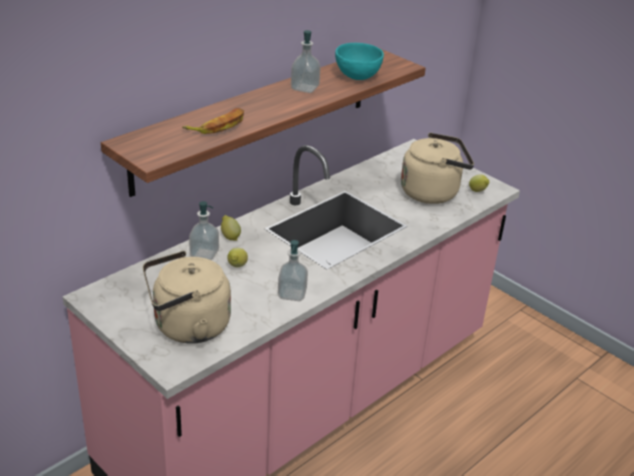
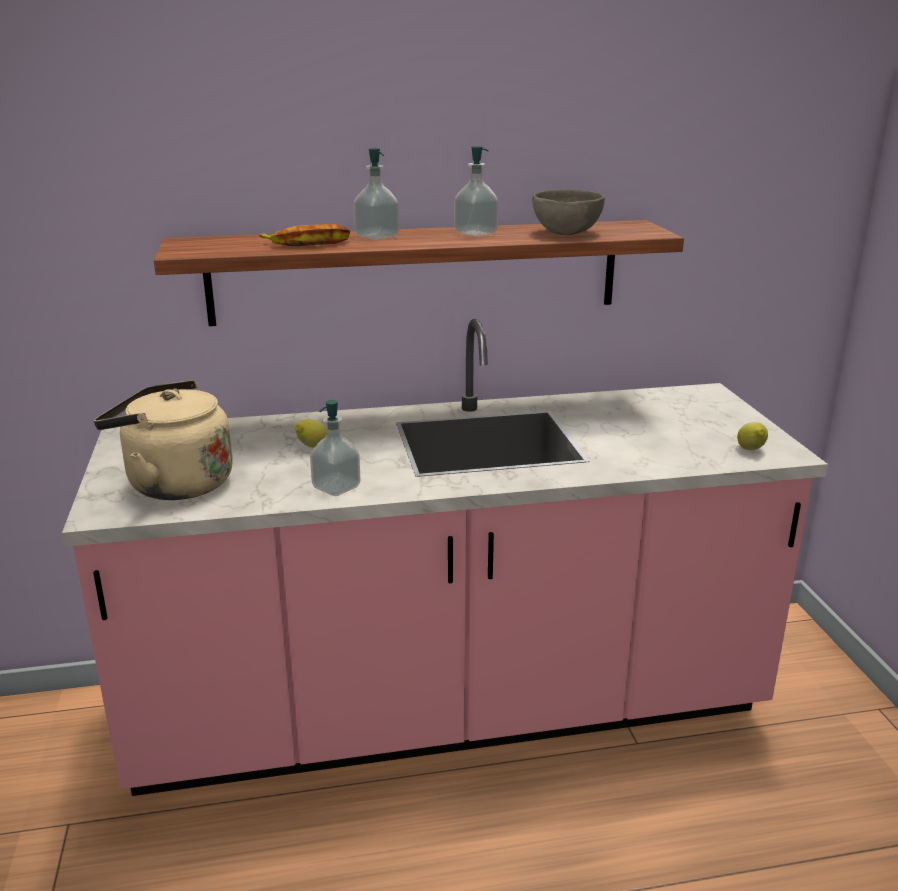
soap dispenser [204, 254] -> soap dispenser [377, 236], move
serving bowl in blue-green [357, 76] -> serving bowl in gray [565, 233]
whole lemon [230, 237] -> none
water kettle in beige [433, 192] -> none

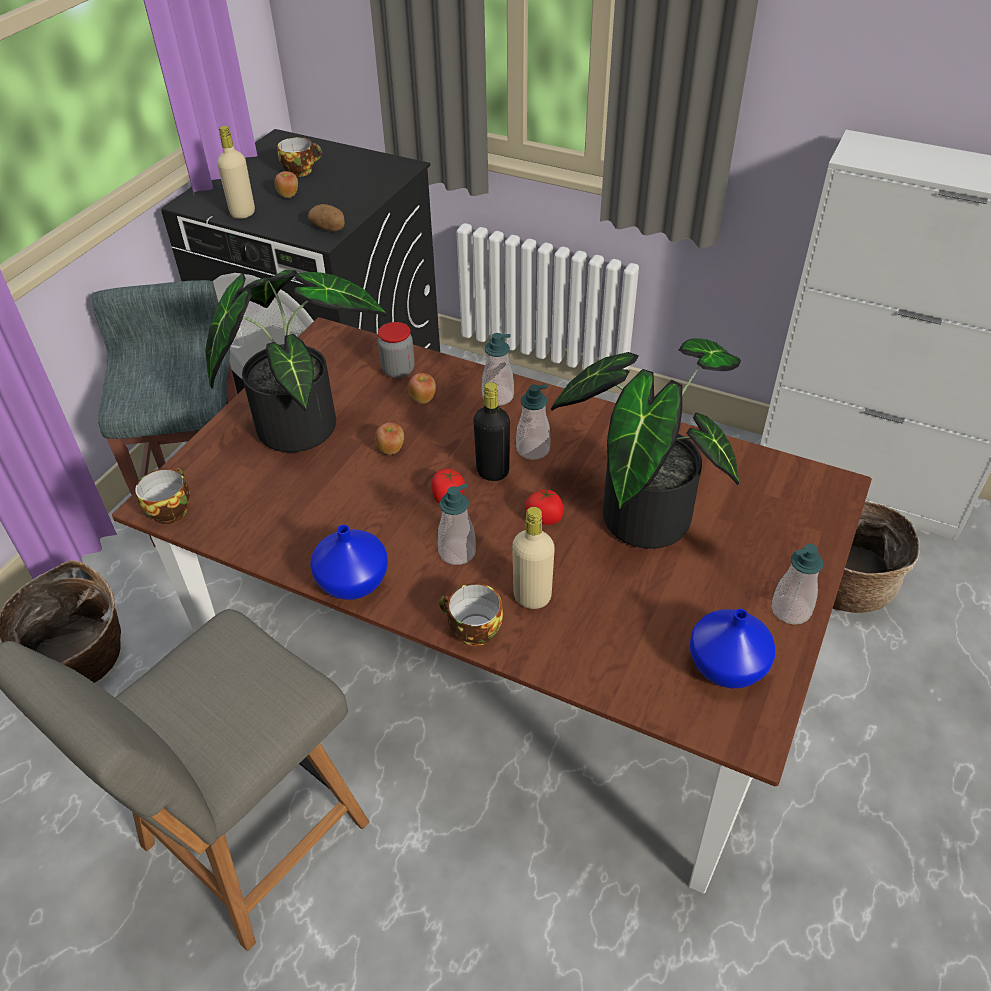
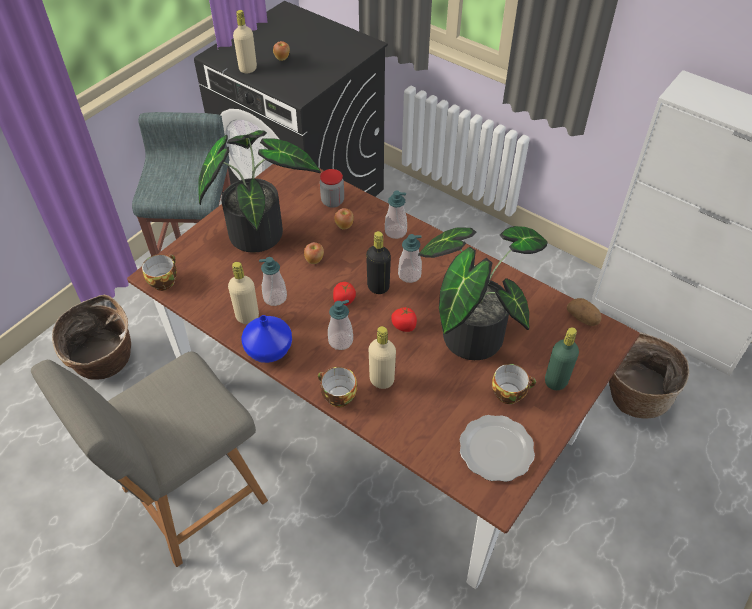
none -> drink bottle in beige [247, 317]
soap dispenser [790, 610] -> soap dispenser [275, 297], move
vase in bluish [727, 668] -> flat dish [496, 450]
cup [301, 170] -> cup [509, 392], move
none -> drink bottle in green [556, 381]
spud [329, 228] -> spud [583, 318], move

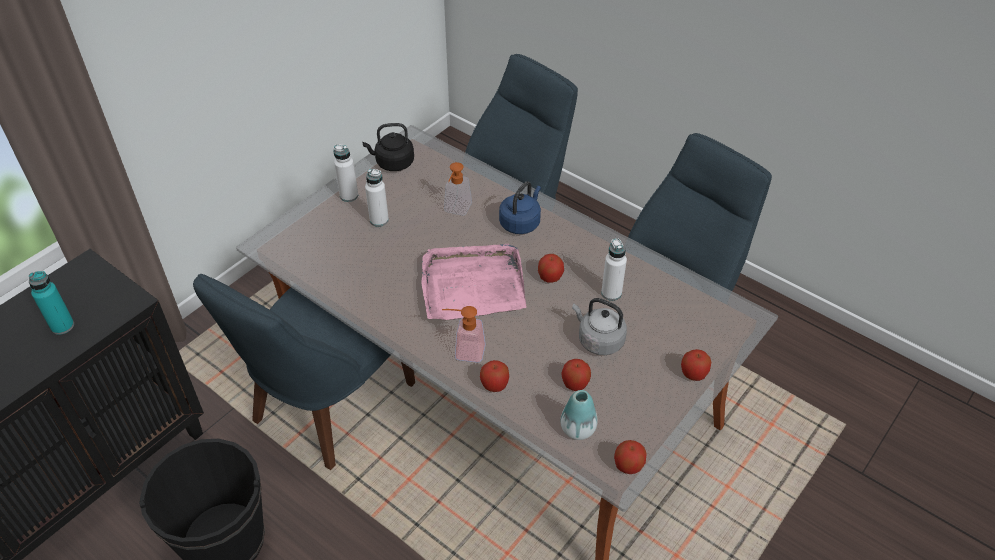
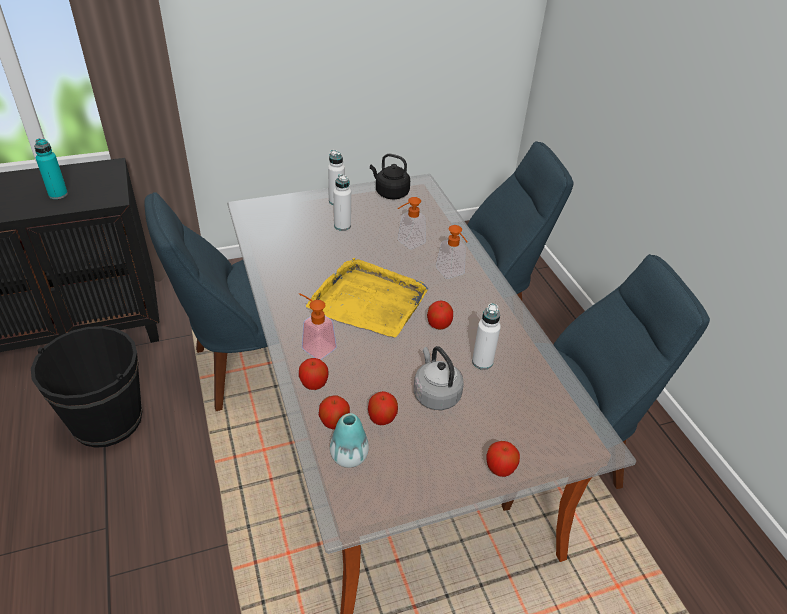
carrying tray in pink [472, 285] -> carrying tray in yellow [369, 301]
apple fruit [628, 465] -> apple fruit [334, 422], move
water kettle in bluish [521, 223] -> soap dispenser [452, 274]

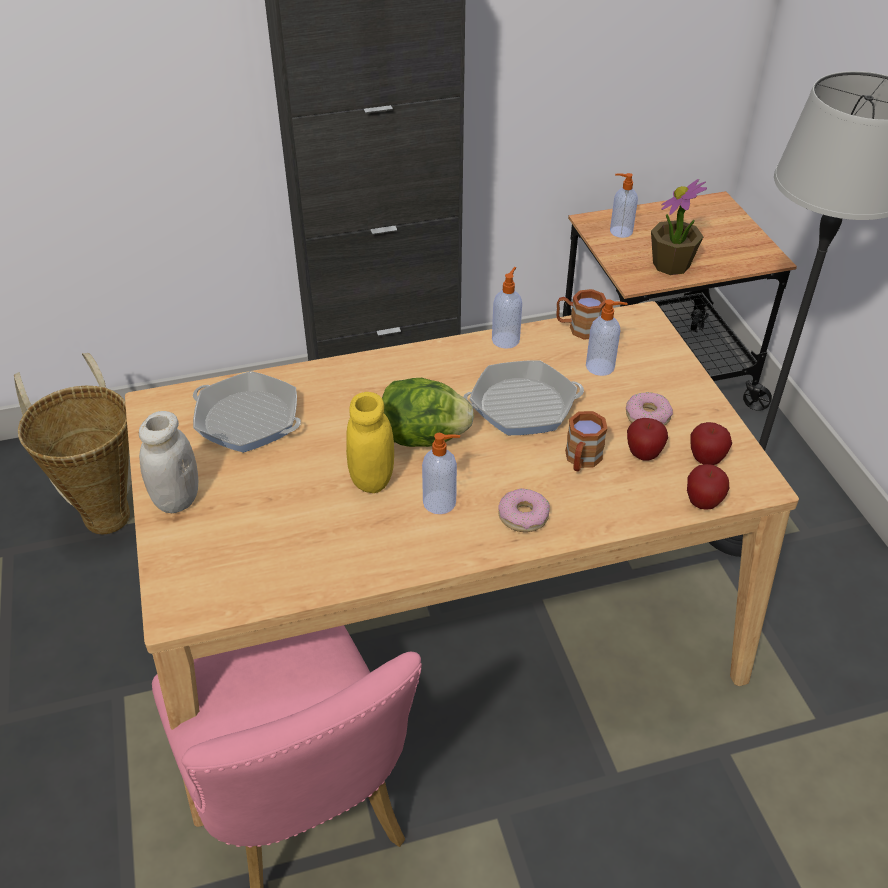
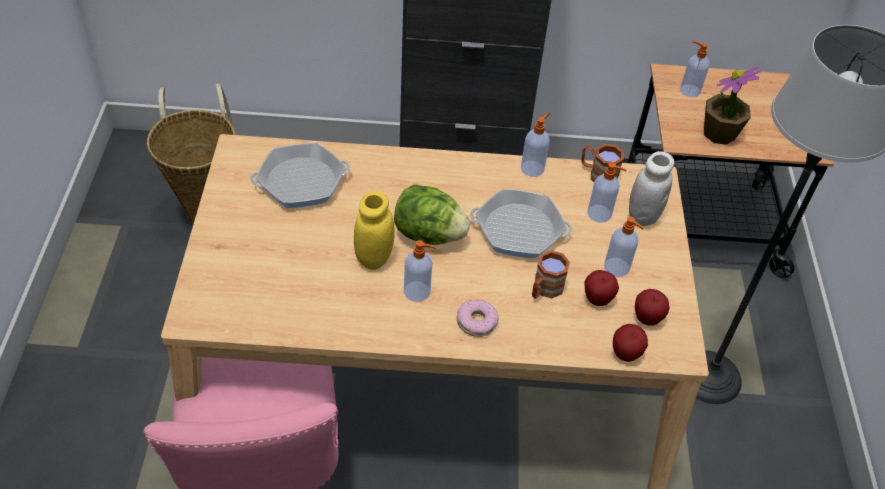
skillet [248, 419] -> skillet [301, 181], 60 degrees counterclockwise
donut [647, 416] -> soap dispenser [617, 268]
storage jar in white [177, 499] -> storage jar in white [643, 216], move

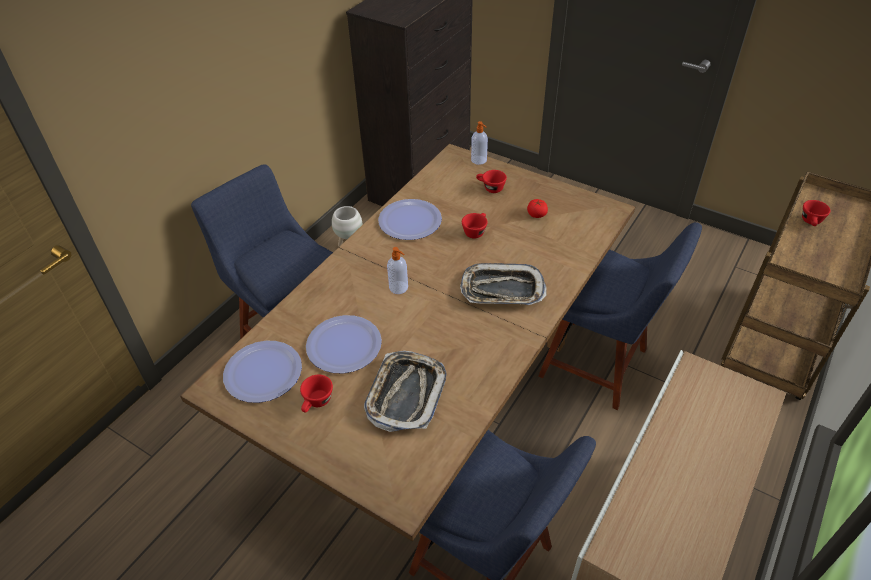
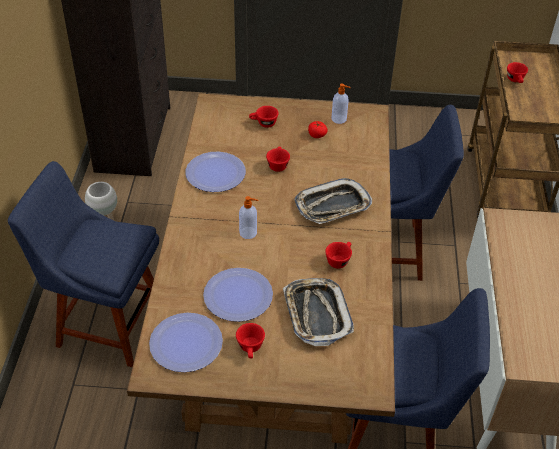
none -> cup in red-coloured [339, 260]
soap dispenser [479, 160] -> soap dispenser [339, 119], move

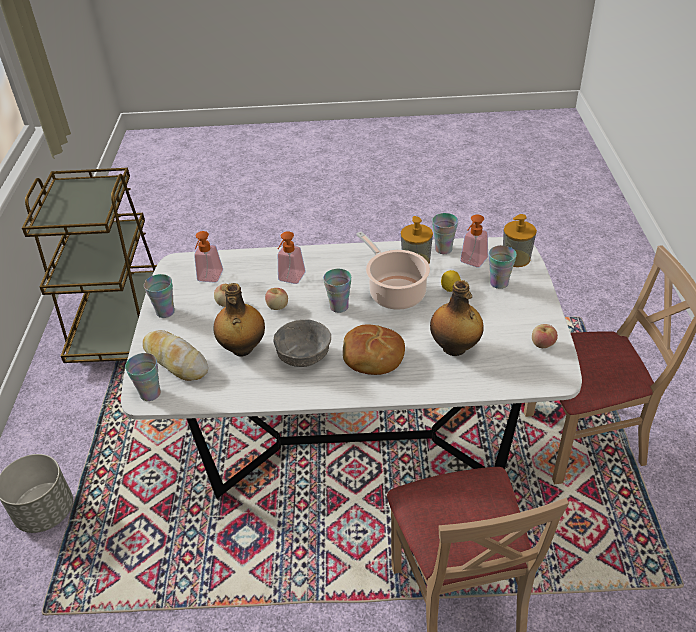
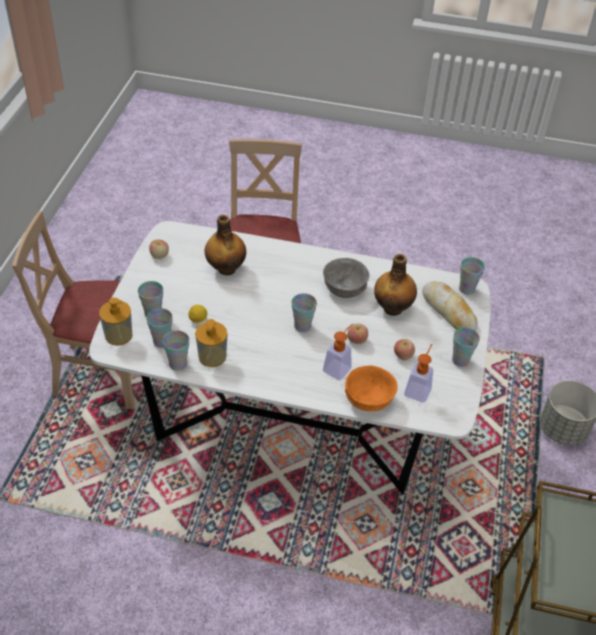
soap dispenser [471, 262] -> cup [162, 341]
none -> serving bowl in orange-coloured [368, 400]
baked bread [373, 357] -> none
cooking pot [395, 292] -> none

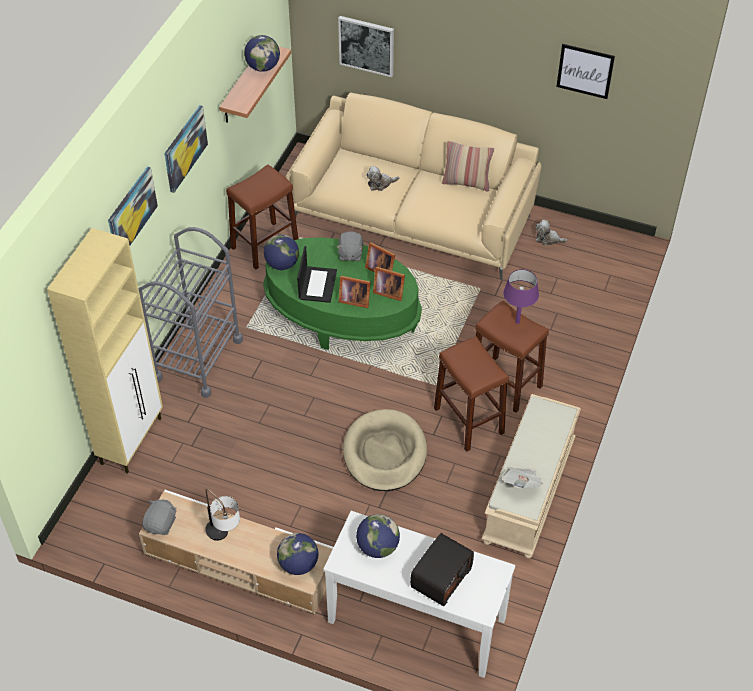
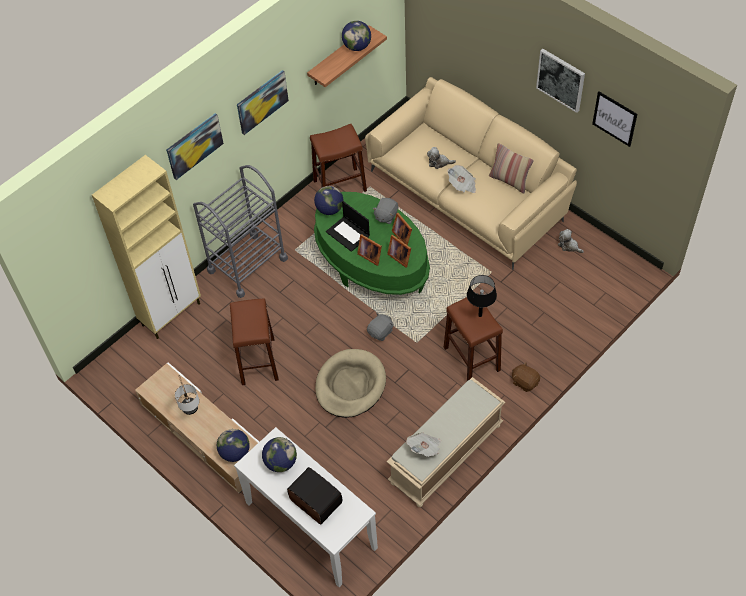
sitting stool in brownish [468, 420] -> sitting stool in brownish [258, 361], move
radio receiver [440, 577] -> radio receiver [315, 502], 105 degrees counterclockwise
notebook computer [317, 284] -> notebook computer [348, 234], 105 degrees clockwise
plush toy in gray [161, 524] -> plush toy in gray [380, 332], move
none -> printed paper [462, 185]
table lamp in purplish [517, 322] -> table lamp in blackish [480, 315]
none -> plush toy in brownish [525, 382]
picture [366, 45] -> picture [561, 79], move

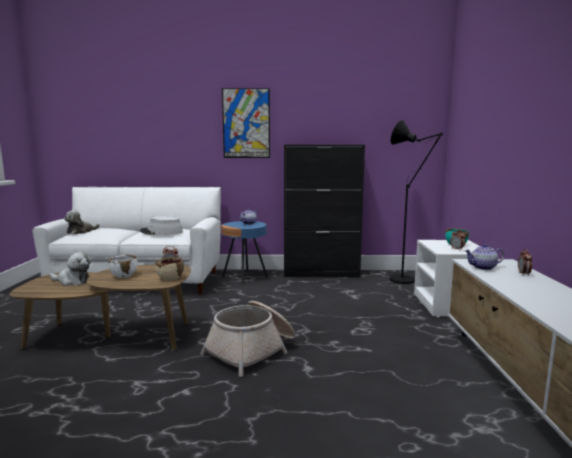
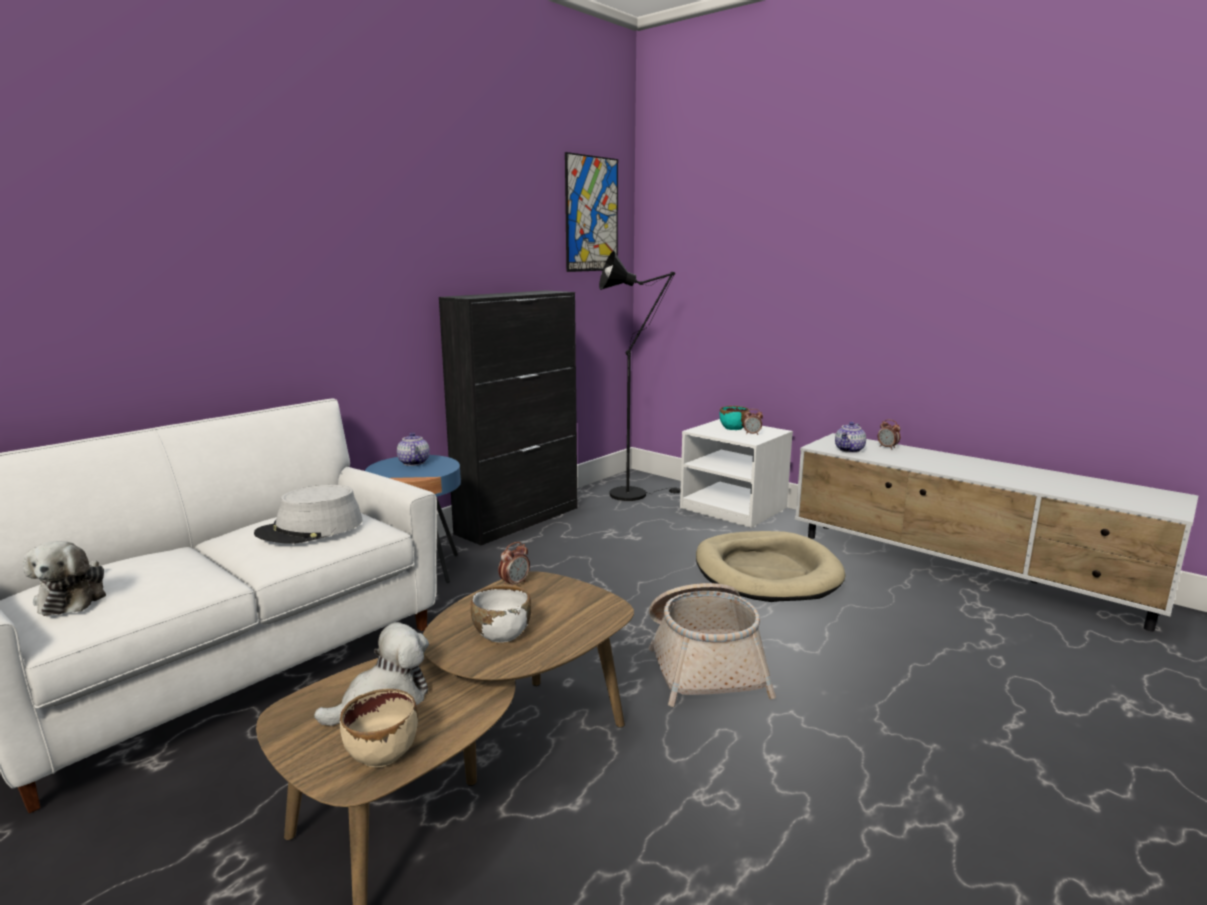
serving bowl in beige [170, 278] -> serving bowl in beige [382, 753], move
picture [246, 123] -> picture [591, 214], move
none -> dog cushion in beige [766, 572]

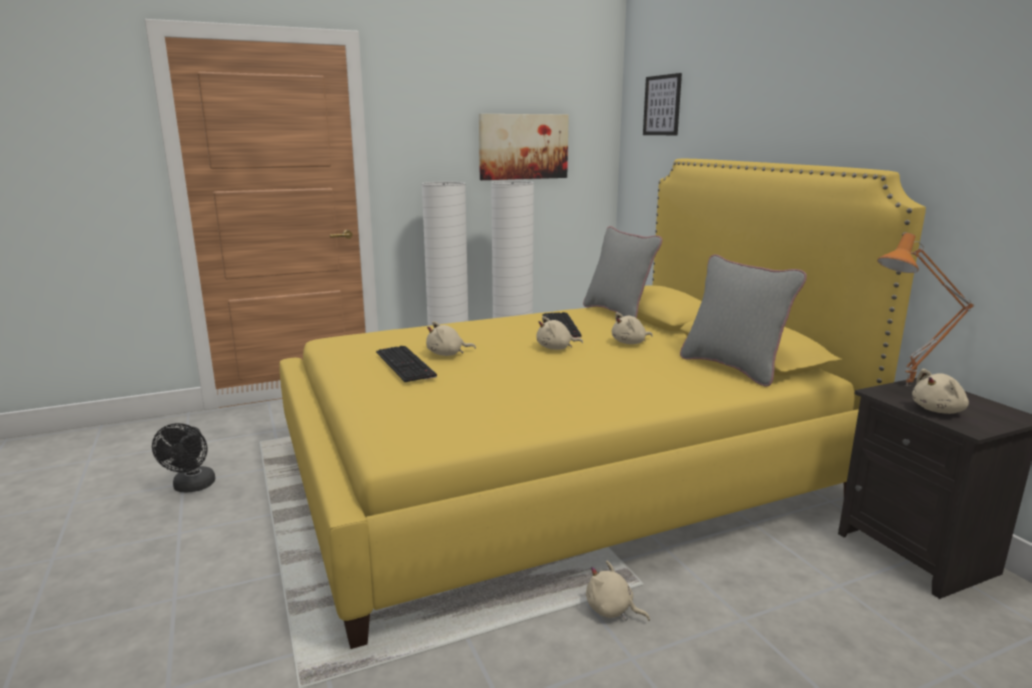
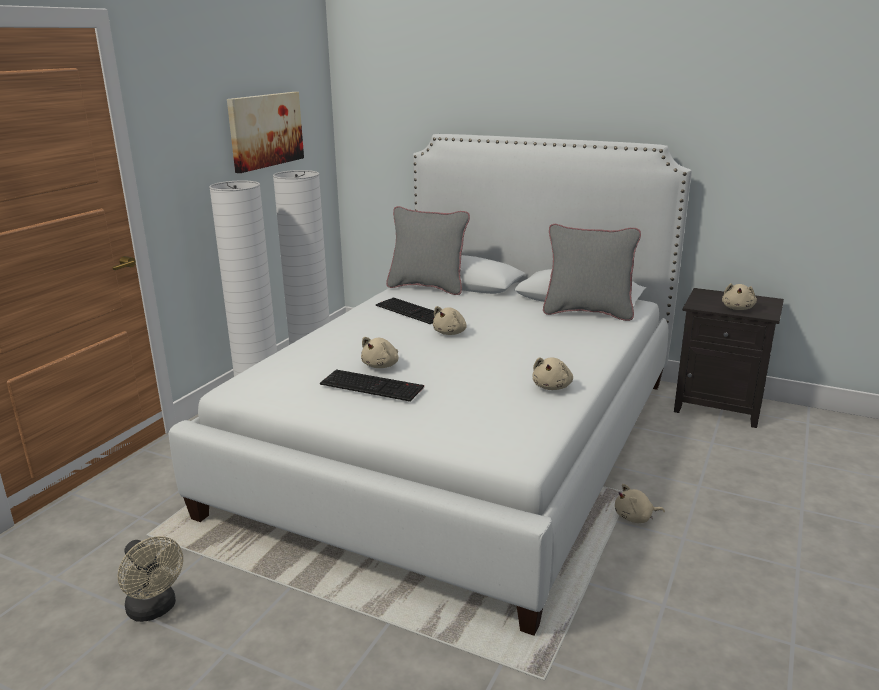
electric fan in blackish [192, 487] -> electric fan in beige [155, 609]
sleeping bed in yellow [556, 469] -> sleeping bed in white [461, 441]
plush toy in beige [630, 343] -> plush toy in beige [552, 387], move
picture [662, 105] -> none
table lamp in orange-coloured [910, 387] -> none

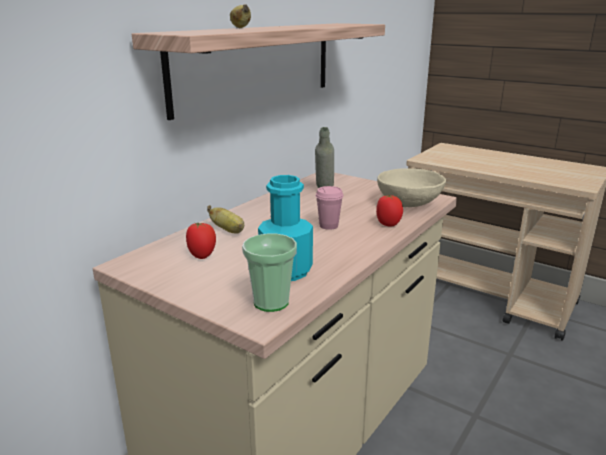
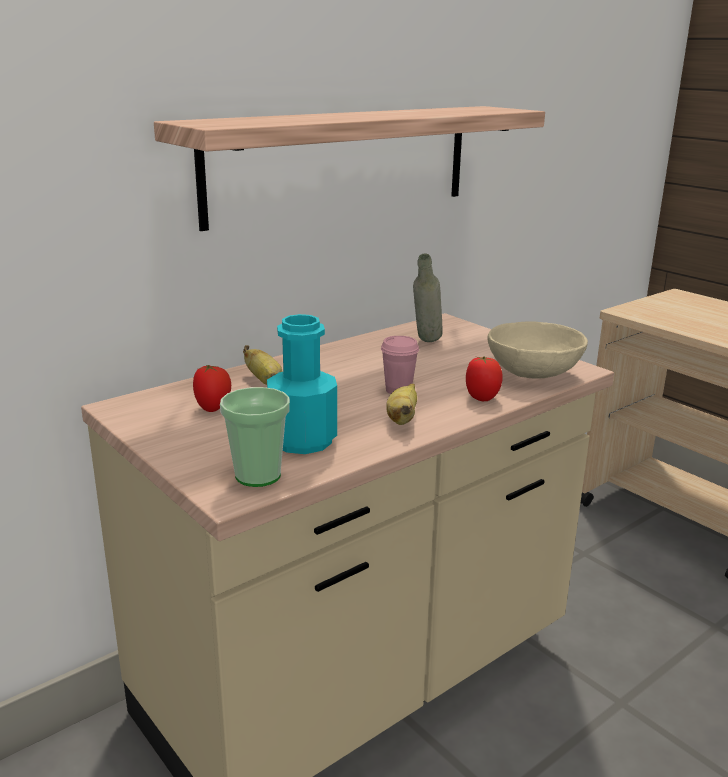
whole banana [241, 28] -> whole banana [402, 418], move

